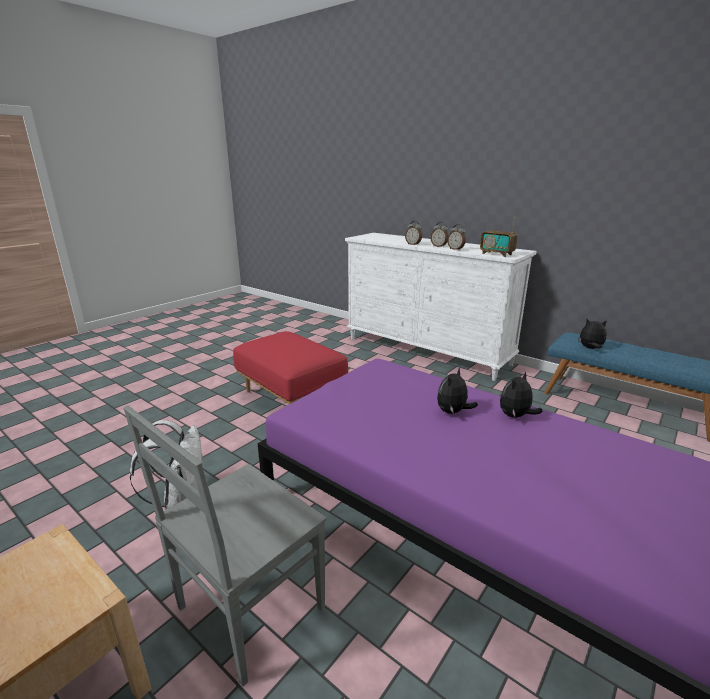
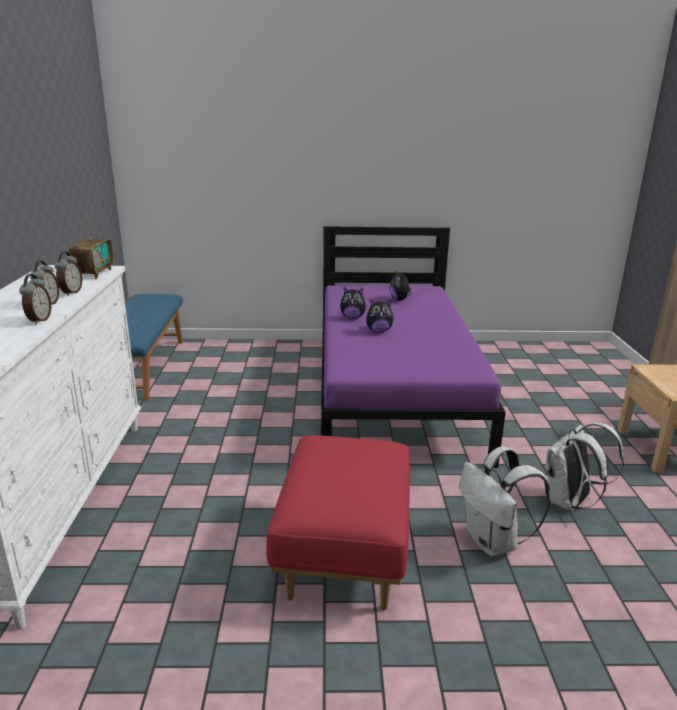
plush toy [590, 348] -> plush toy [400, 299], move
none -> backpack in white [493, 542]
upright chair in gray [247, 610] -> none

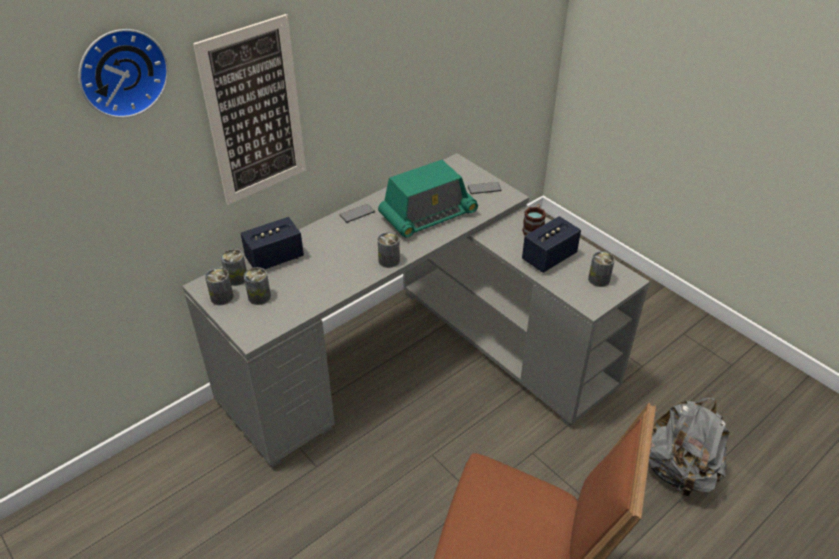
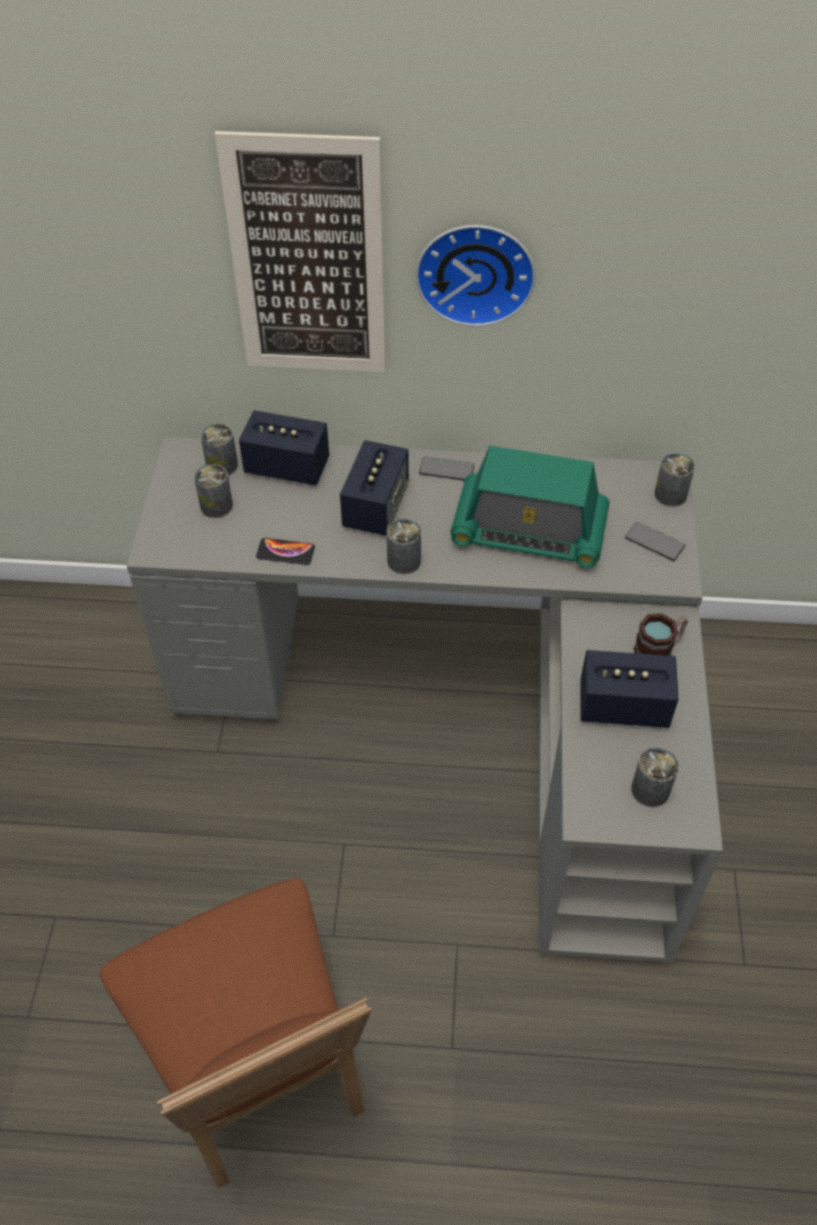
none -> telephone [285, 552]
none -> speaker [376, 507]
wall clock [121, 71] -> wall clock [475, 271], move
can [222, 297] -> can [670, 495], move
backpack in gray [679, 471] -> none

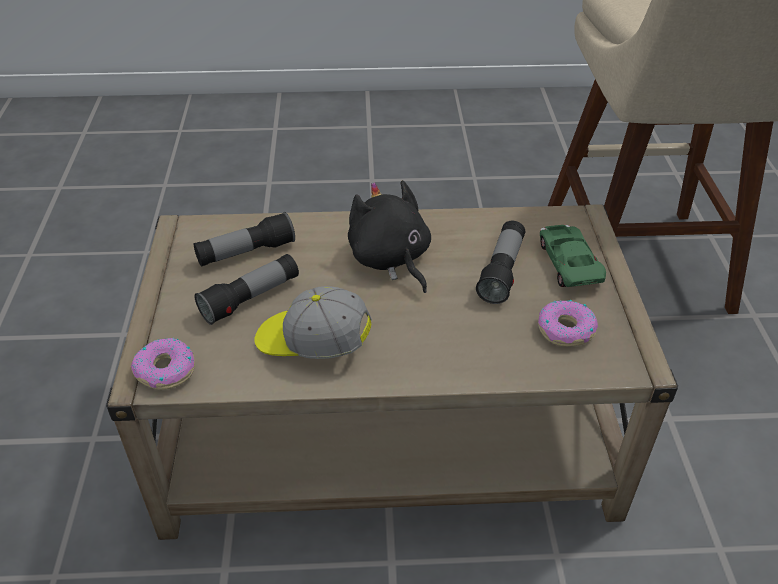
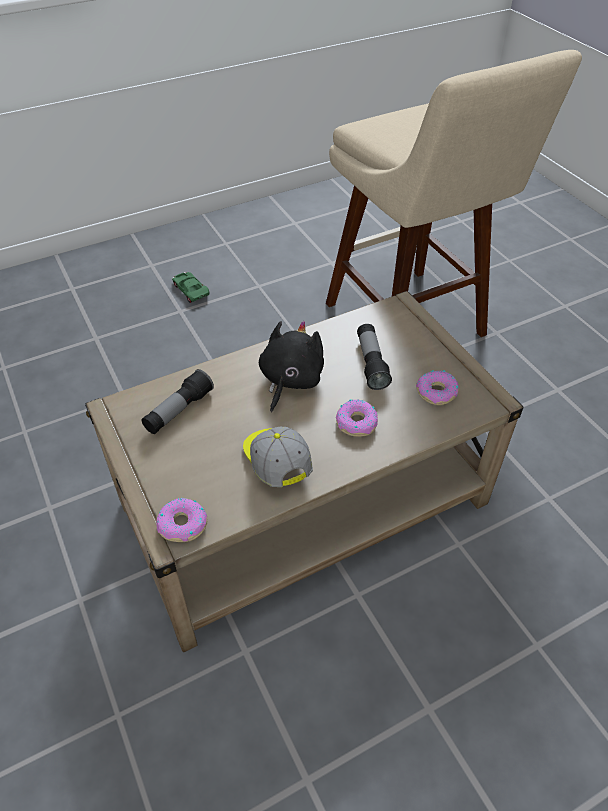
model car in green [568, 261] -> model car in green [190, 290], move
cap [312, 343] -> cap [276, 463], 75 degrees clockwise
plush toy in blackish [390, 259] -> plush toy in blackish [290, 380], 75 degrees clockwise
none -> donut [357, 422]
flashlight [251, 299] -> none

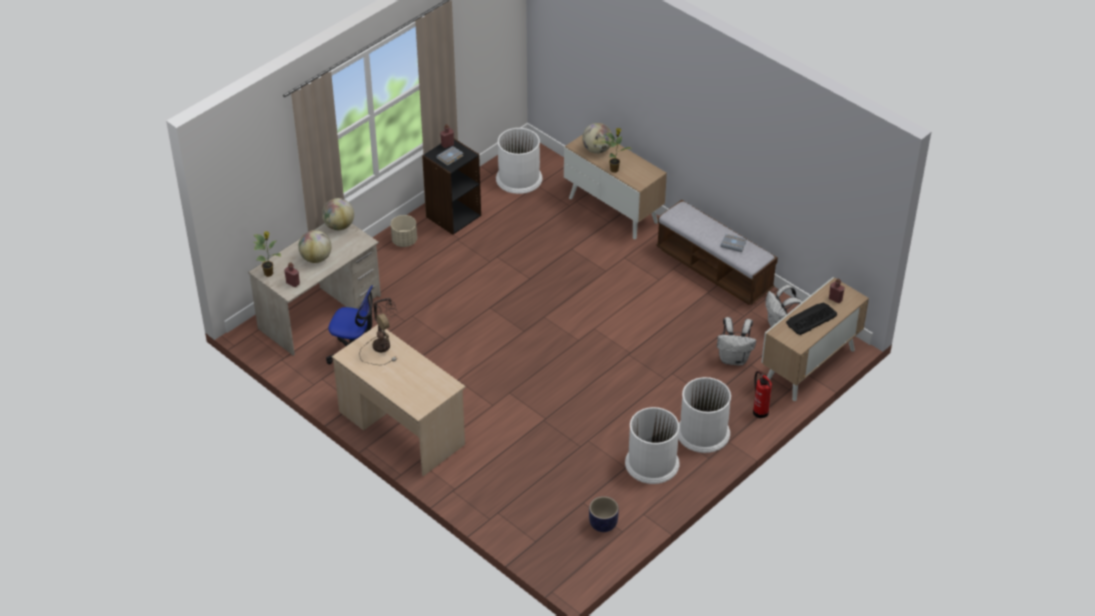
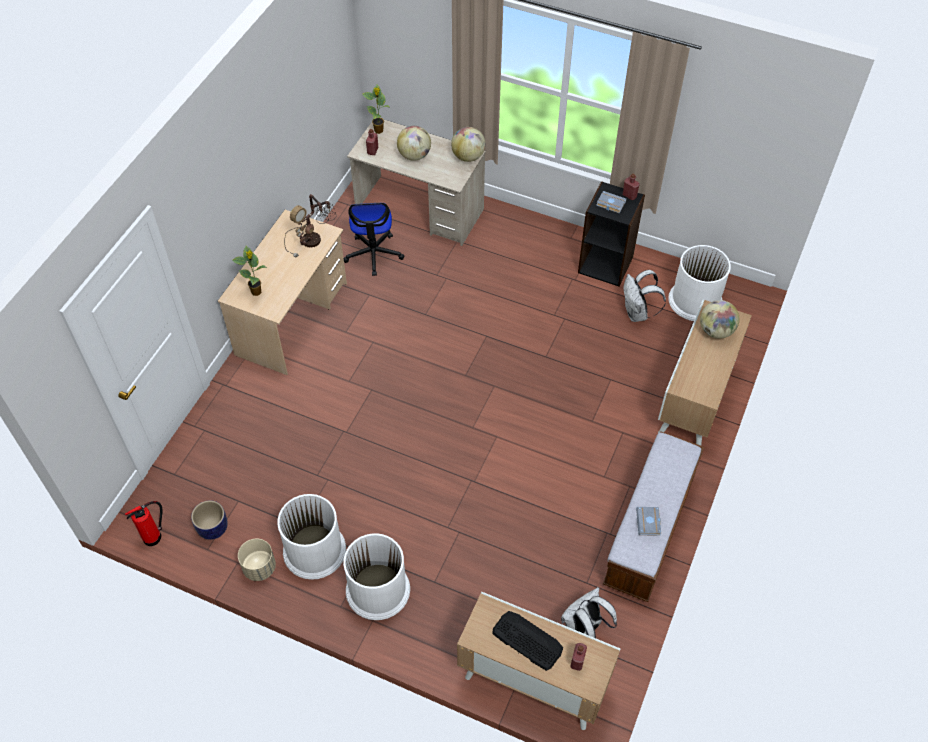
extinguisher [760, 411] -> extinguisher [154, 536], move
potted plant [614, 169] -> potted plant [257, 292], move
plant pot in beige [404, 241] -> plant pot in beige [259, 567], move
backpack in white [734, 359] -> backpack in white [637, 313], move

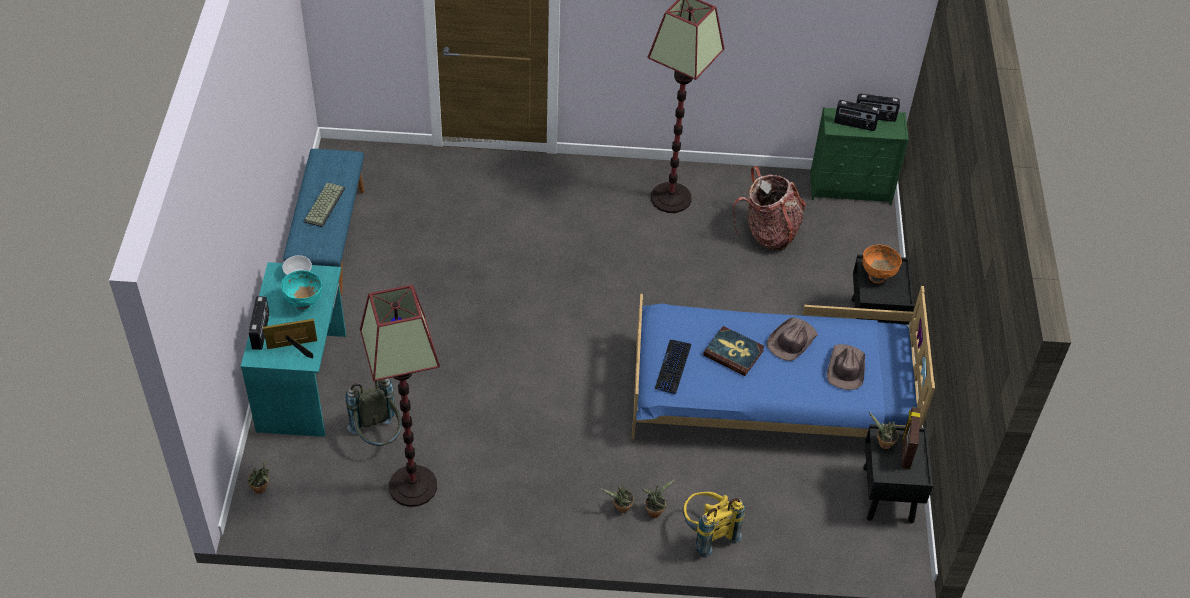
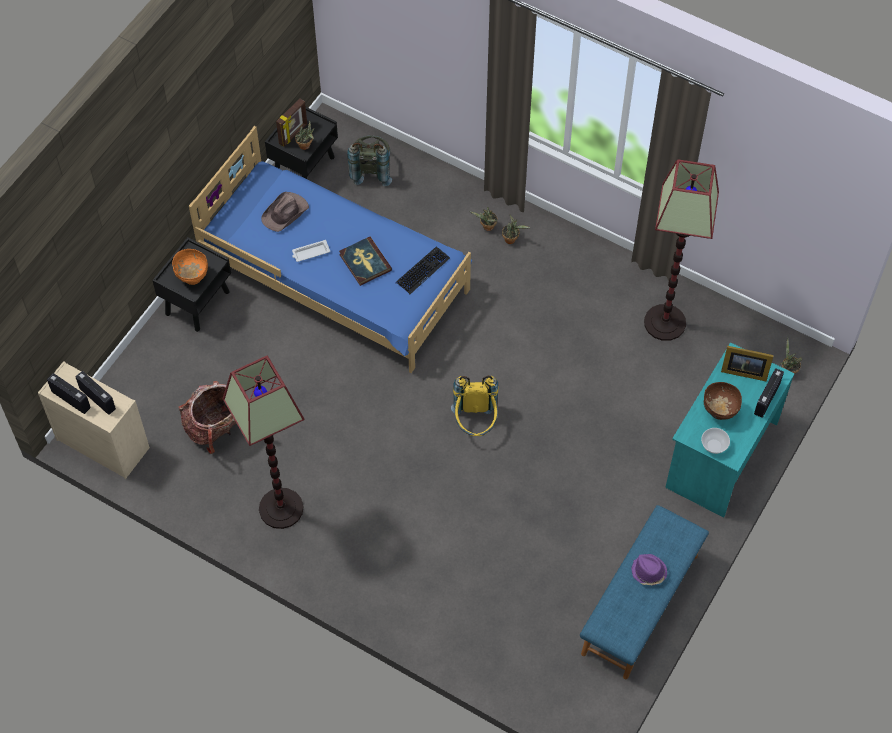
dresser in green [851, 188] -> dresser in beige [101, 443]
wearable hat in brownish [791, 341] -> carrying tray in white [310, 253]
backpack in gray [378, 437] -> backpack in gray [371, 170], move
backpack in yellow [706, 533] -> backpack in yellow [475, 424], move
keyboard [324, 204] -> wearable hat in purplish [648, 572]
serving bowl in blue-green [304, 304] -> serving bowl in brownish [719, 412]

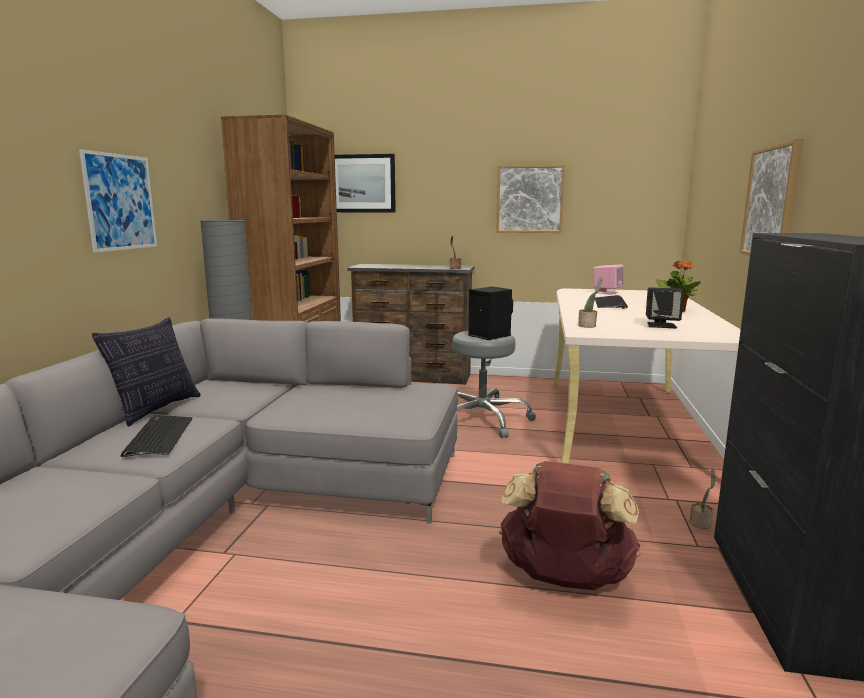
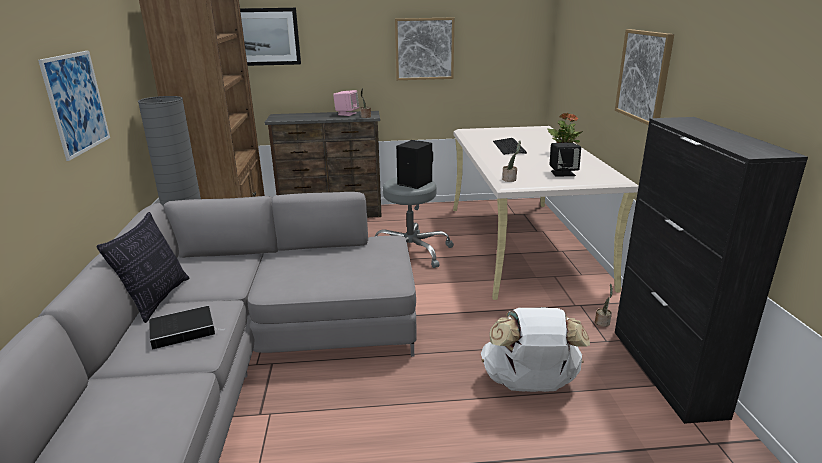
keyboard [159, 436] -> volume [185, 330]
speaker in pink [607, 292] -> speaker in pink [347, 114], move
backpack in brownish [564, 579] -> backpack in white [529, 385]

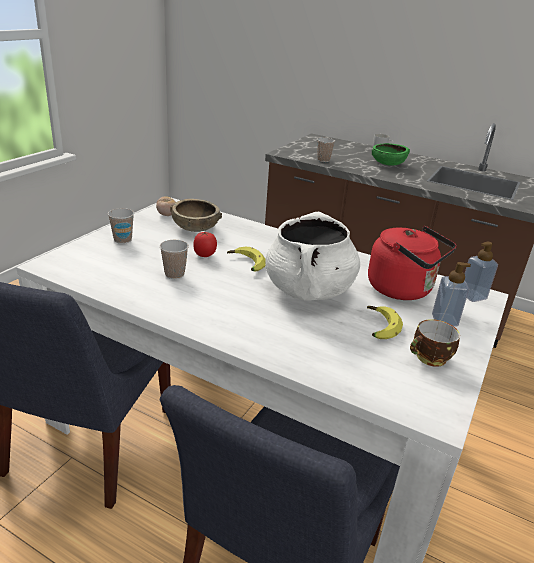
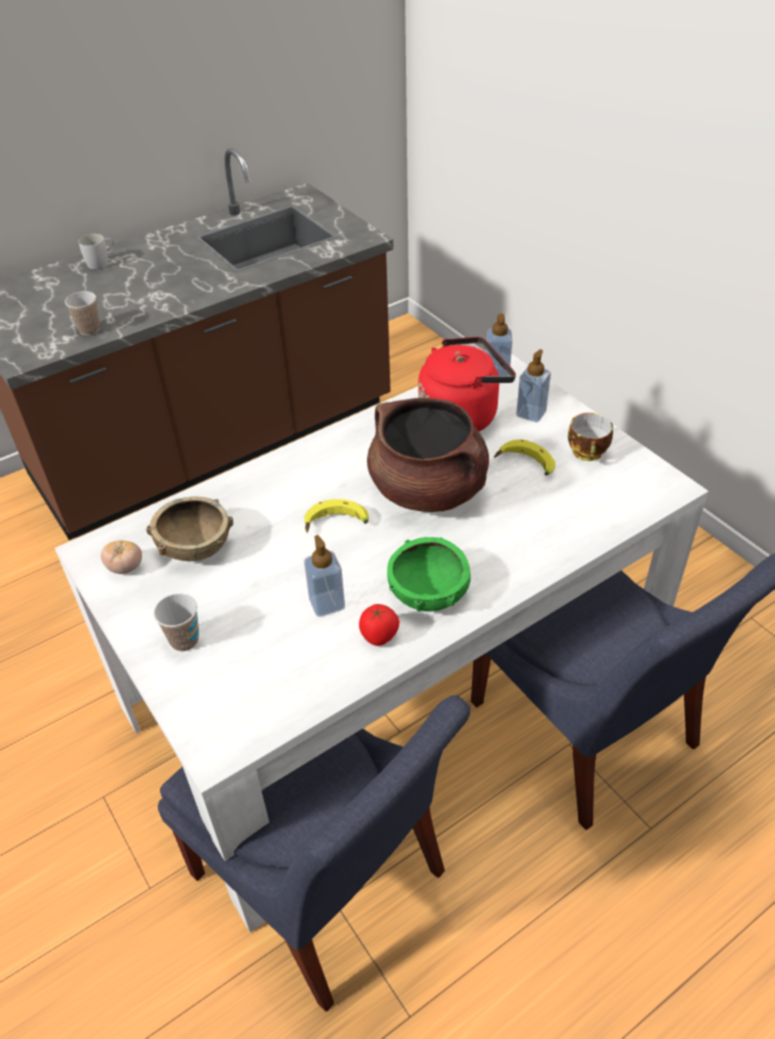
cup [174, 274] -> soap dispenser [327, 603]
tomato [205, 255] -> tomato [379, 637], move
cooking pot in white [309, 290] -> cooking pot in brownish [428, 490]
serving bowl in green [388, 164] -> serving bowl in green [428, 591], move

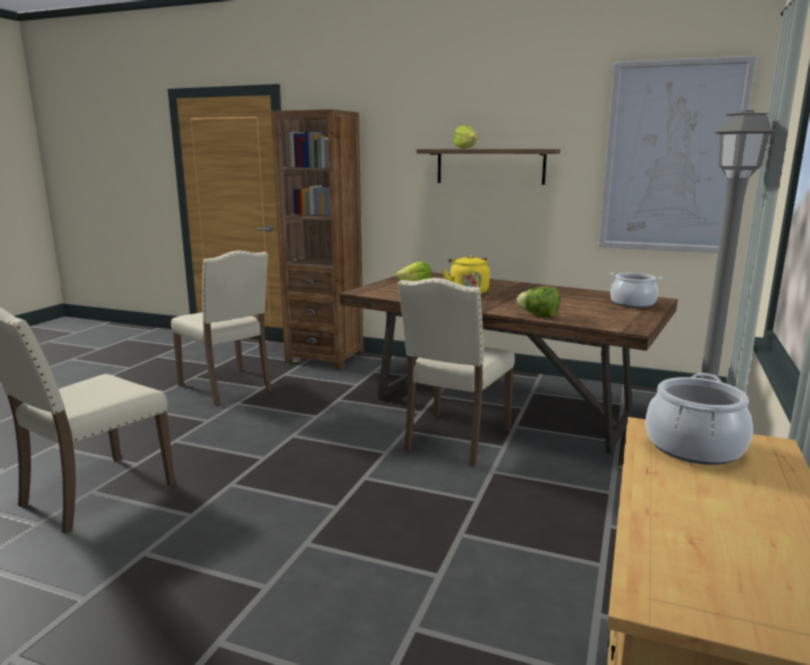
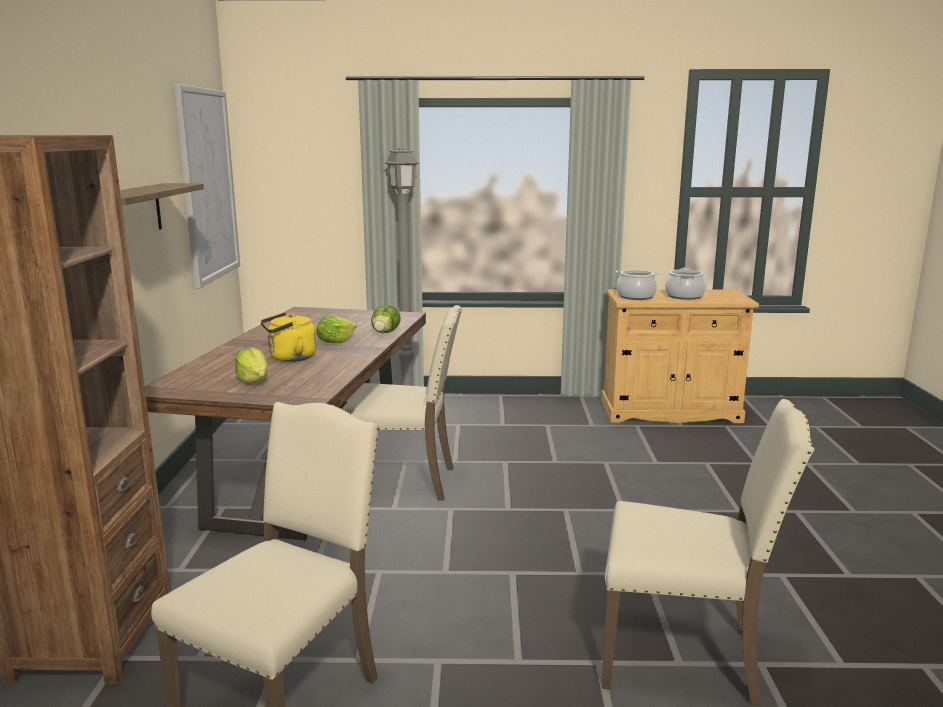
lettuce [465, 148] -> lettuce [335, 342], move
cooking pot [632, 303] -> cooking pot [684, 296], move

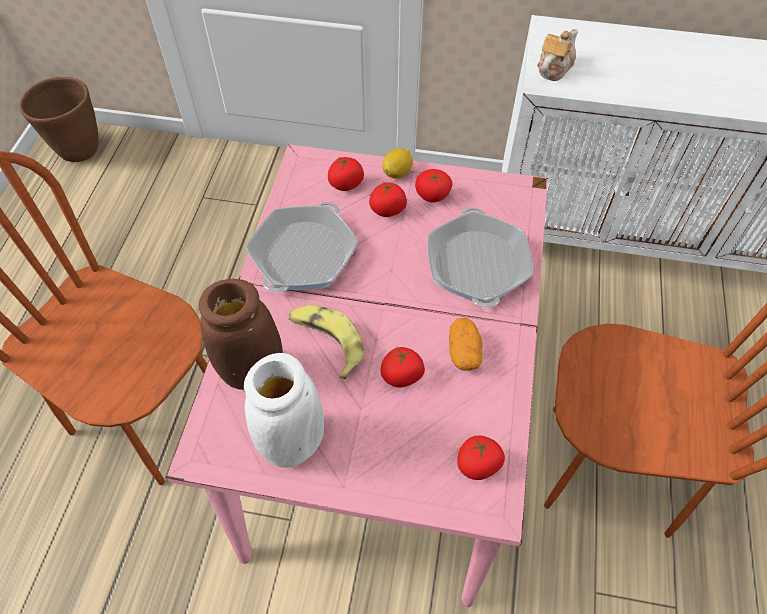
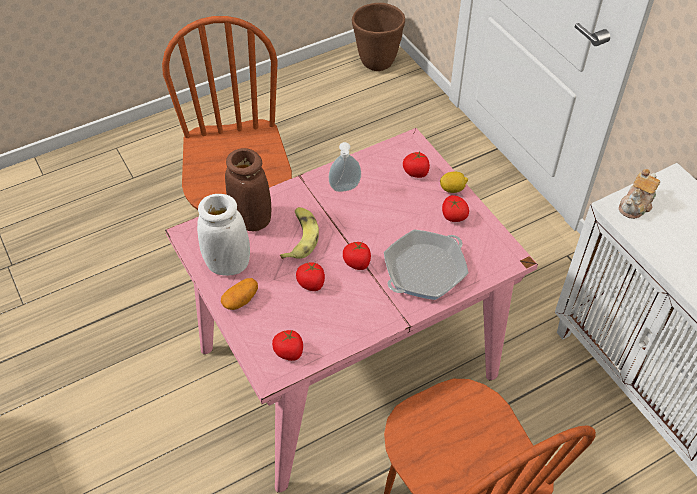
spud [464, 351] -> spud [240, 300], move
skillet [303, 255] -> soap dispenser [345, 189]
tomato [388, 209] -> tomato [357, 263], move
teapot [554, 68] -> teapot [636, 205], 135 degrees clockwise

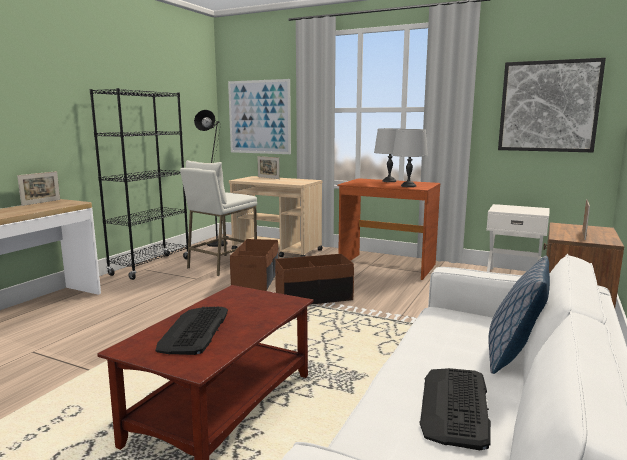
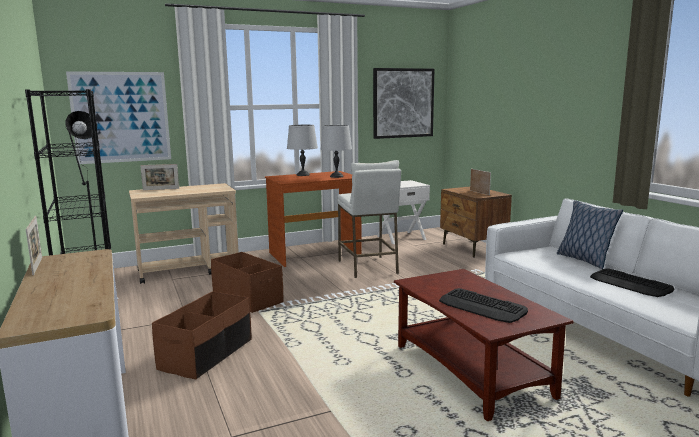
storage container in brownish [314, 297] -> storage container in brownish [207, 354], move
sitting stool in white [222, 265] -> sitting stool in white [368, 267], move

